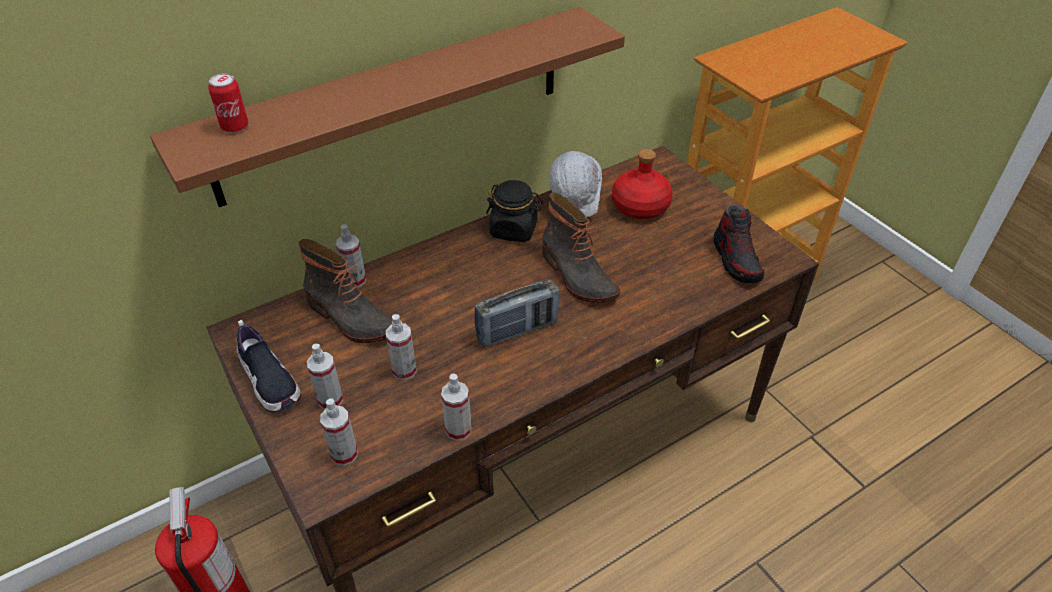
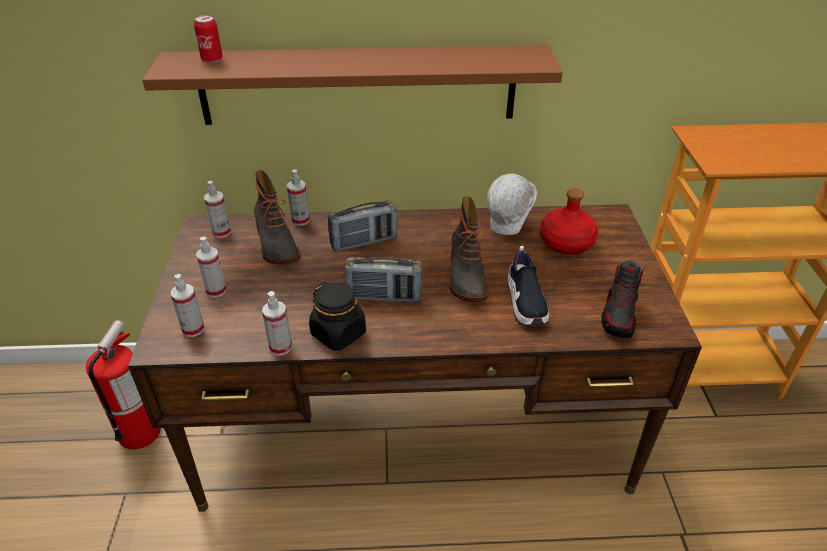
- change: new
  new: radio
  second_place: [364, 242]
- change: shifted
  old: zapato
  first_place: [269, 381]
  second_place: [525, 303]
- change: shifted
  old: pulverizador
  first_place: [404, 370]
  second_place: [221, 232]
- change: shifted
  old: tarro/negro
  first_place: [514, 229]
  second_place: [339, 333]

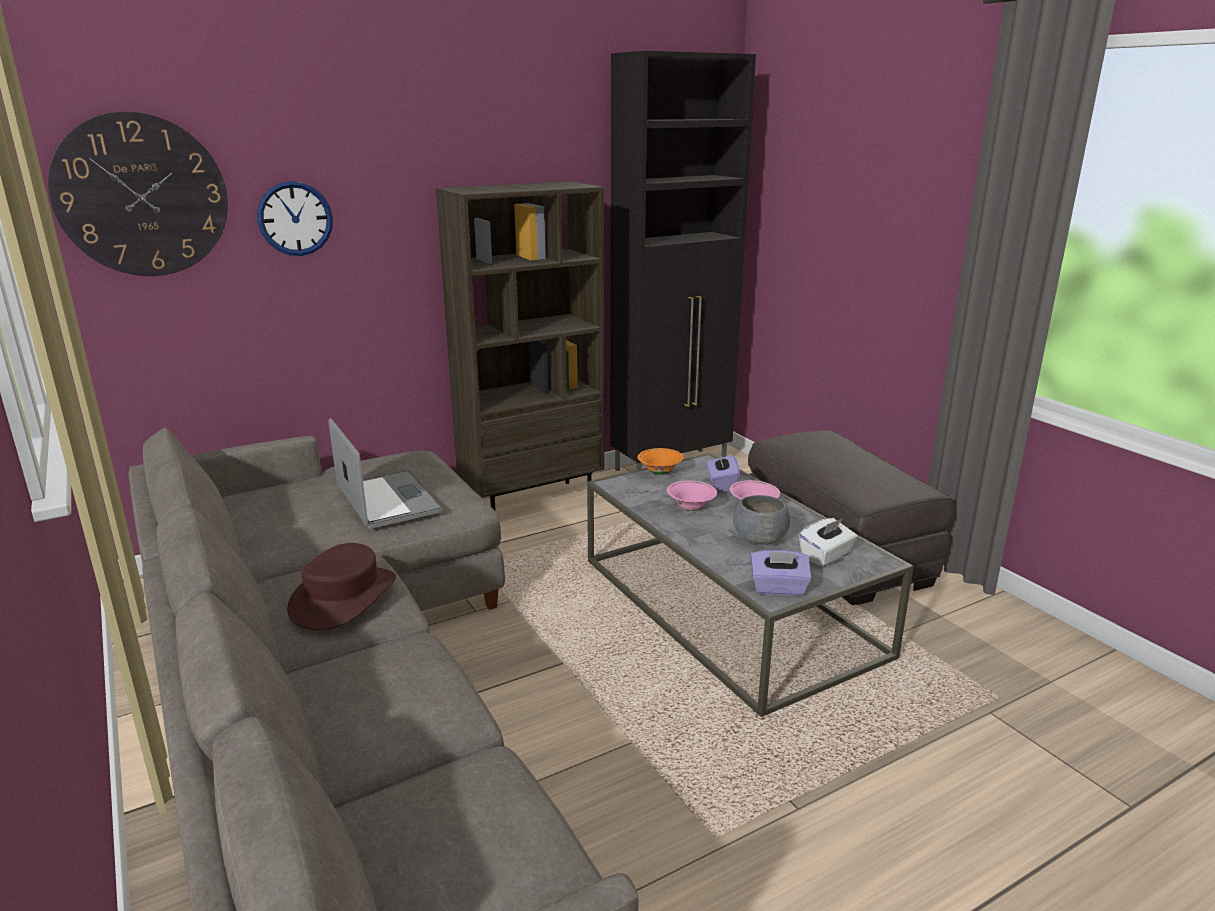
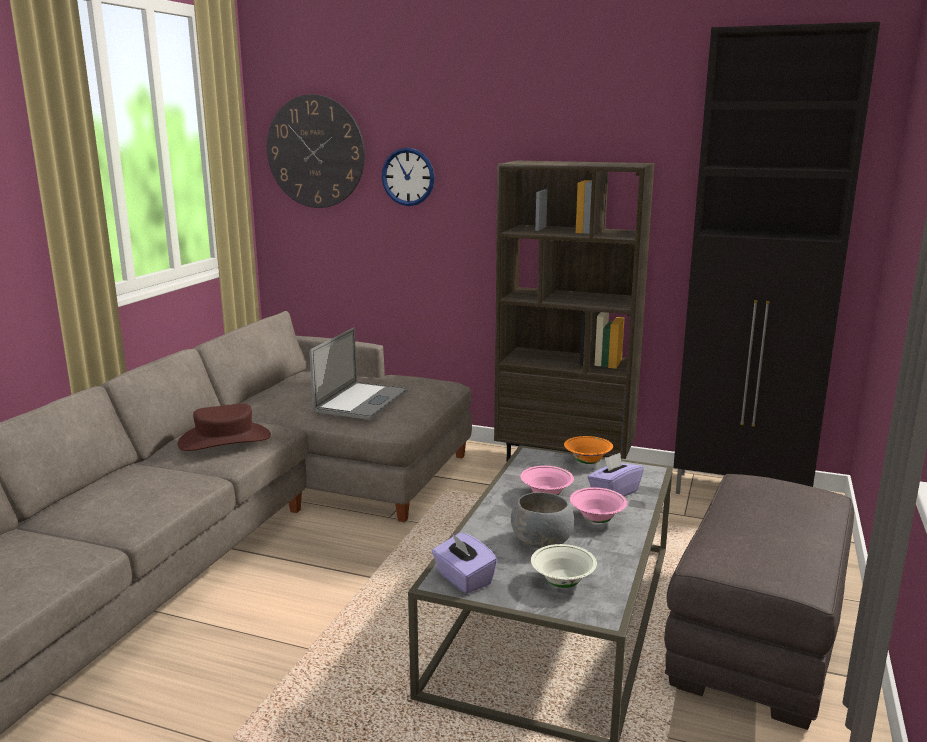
- change: swapped
  old: caja de pañuelos/blanco
  new: cuenco/blanco
  first_place: [826, 556]
  second_place: [562, 583]

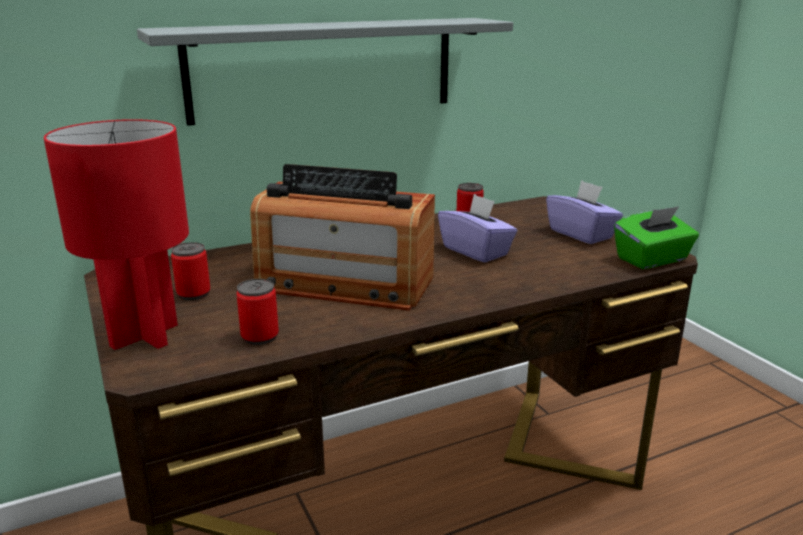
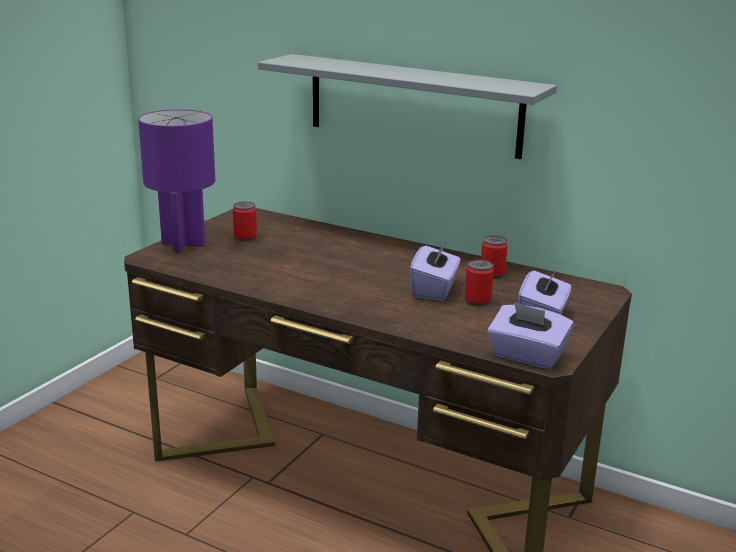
- change: gone
  old: radio
  first_place: [344, 284]
- change: shifted
  old: lata
  first_place: [260, 337]
  second_place: [477, 301]
- change: repainted
  old: lámpara de mesa/rojo
  new: lámpara de mesa/morado
  first_place: [143, 335]
  second_place: [183, 244]
- change: repainted
  old: caja de pañuelos/verde
  new: caja de pañuelos/morado
  first_place: [652, 260]
  second_place: [527, 356]

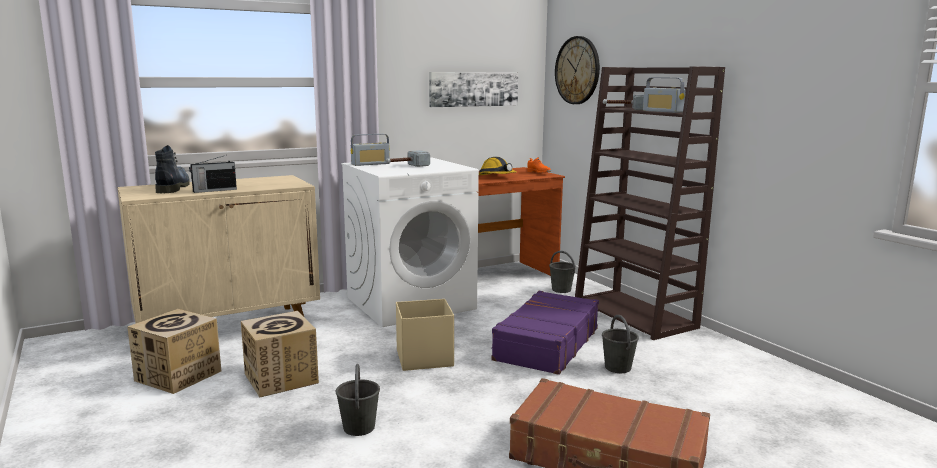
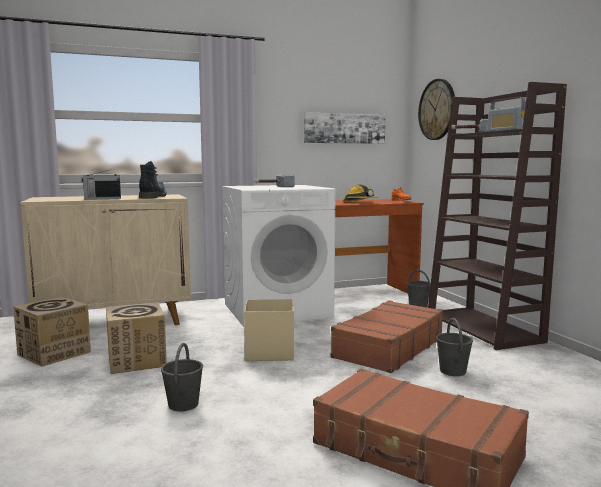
- change: gone
  old: radio
  first_place: [370, 164]
- change: shifted
  old: bota
  first_place: [173, 187]
  second_place: [153, 196]
- change: repainted
  old: maleta/morado
  new: maleta/marrón
  first_place: [546, 344]
  second_place: [388, 348]

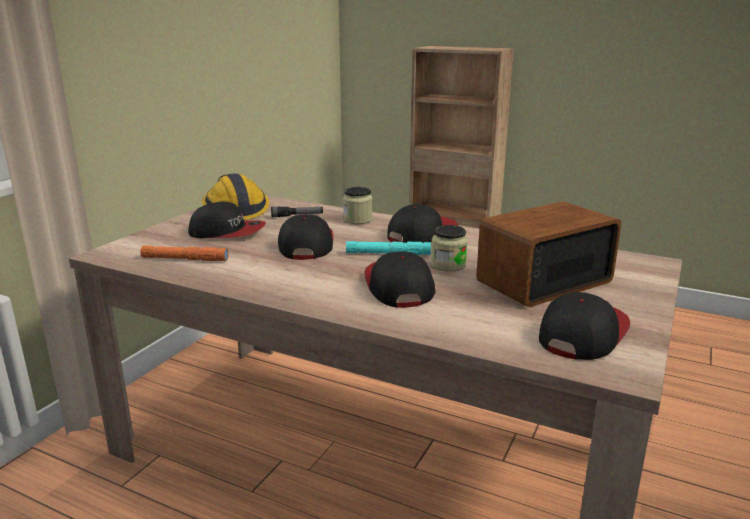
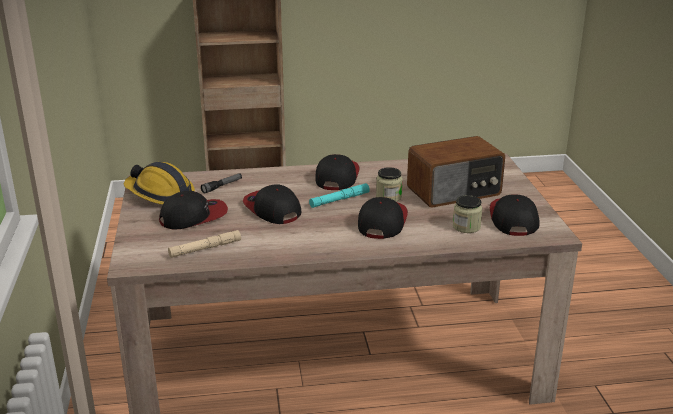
- change: shifted
  old: tarro
  first_place: [357, 220]
  second_place: [466, 227]
- change: repainted
  old: linterna/naranja
  new: linterna/beis
  first_place: [185, 259]
  second_place: [205, 248]
- change: rotated
  old: gorra
  first_place: [398, 286]
  second_place: [382, 222]
  degrees: 60
- change: rotated
  old: radio
  first_place: [542, 281]
  second_place: [455, 192]
  degrees: -135

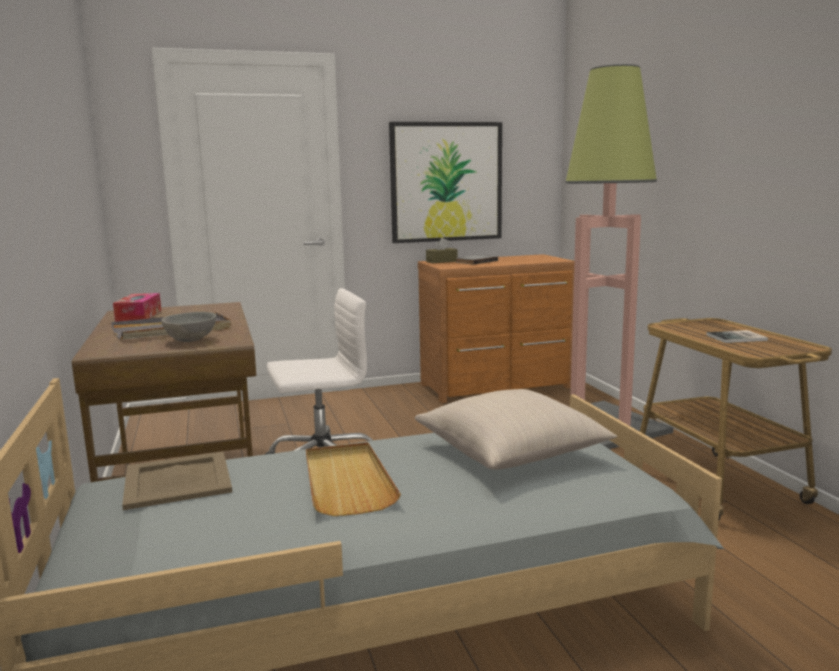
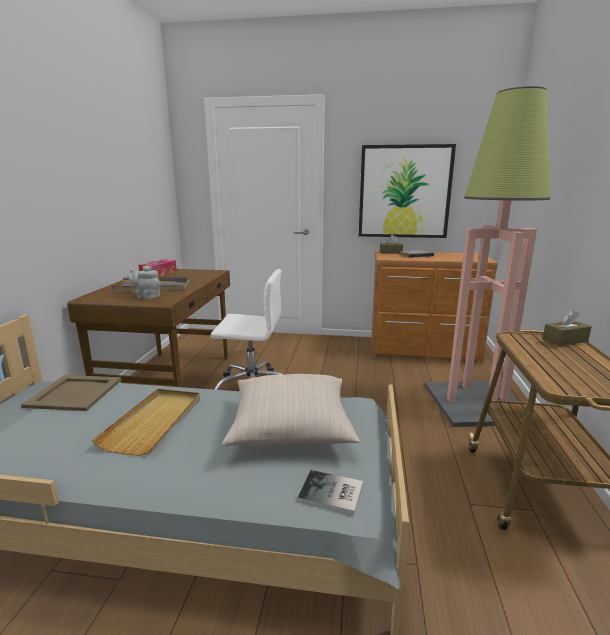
- change: new
  new: caja de pañuelos/marrón
  second_place: [565, 340]
- change: shifted
  old: libro
  first_place: [738, 338]
  second_place: [332, 493]
- change: swapped
  old: cuenco/gris
  new: tetera/gris
  first_place: [192, 340]
  second_place: [146, 297]

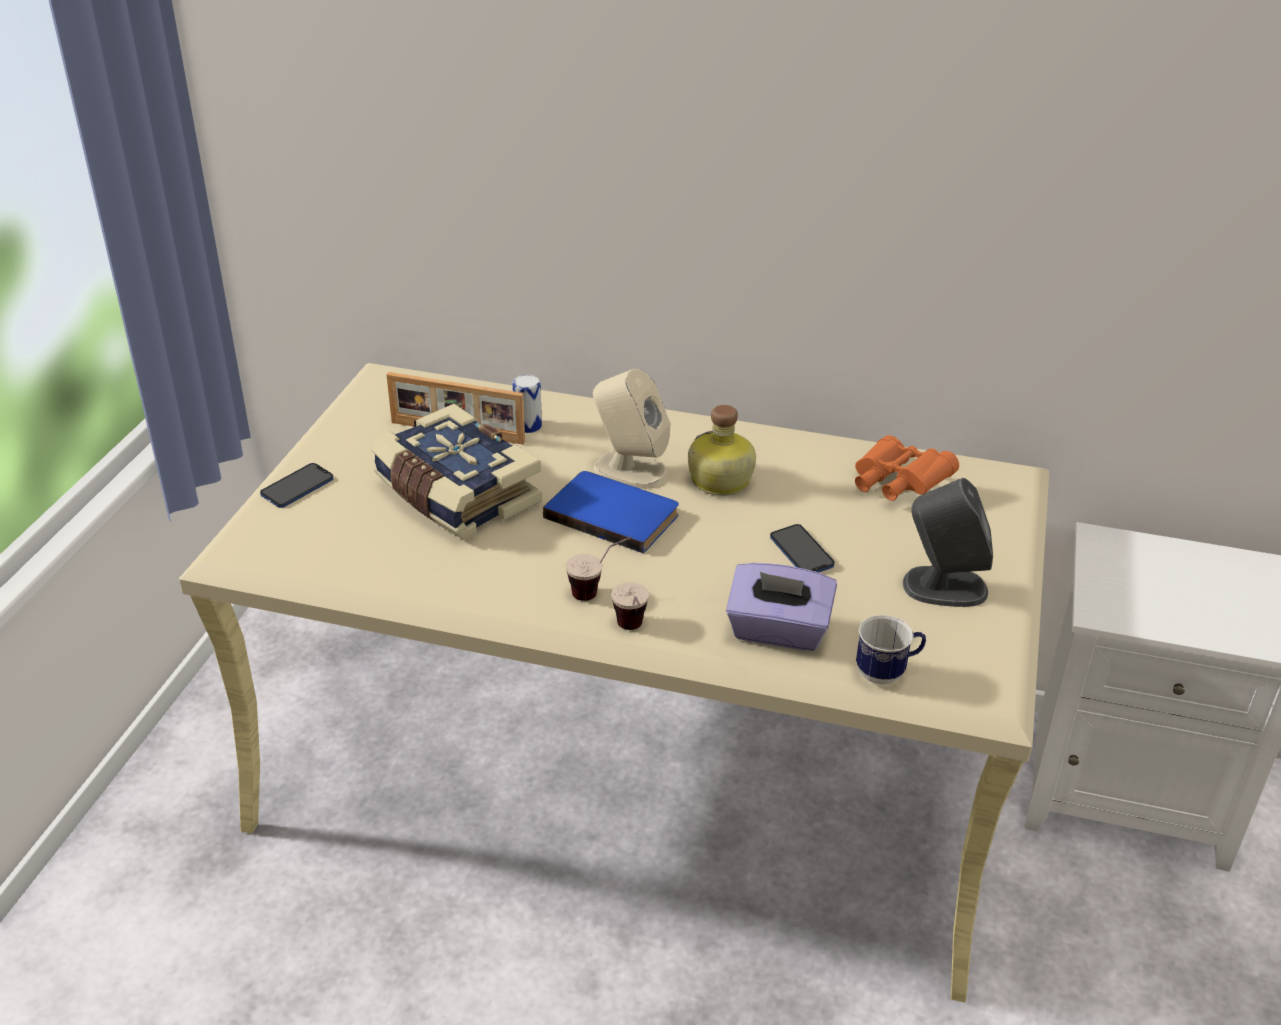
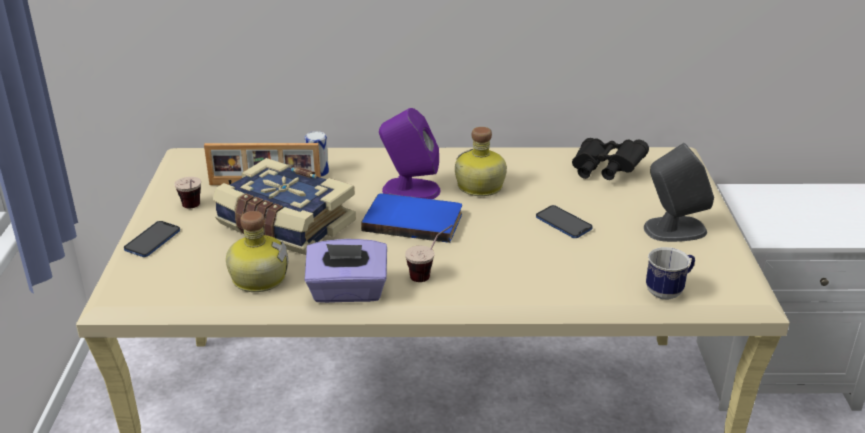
- change: new
  new: botella
  second_place: [258, 277]
- change: shifted
  old: taza
  first_place: [632, 632]
  second_place: [193, 209]
- change: shifted
  old: caja de pañuelos/morado
  first_place: [778, 632]
  second_place: [347, 292]
- change: repainted
  old: altavoz/beis
  new: altavoz/morado
  first_place: [629, 470]
  second_place: [410, 190]
- change: repainted
  old: prismáticos/naranja
  new: prismáticos/negro
  first_place: [896, 485]
  second_place: [604, 171]

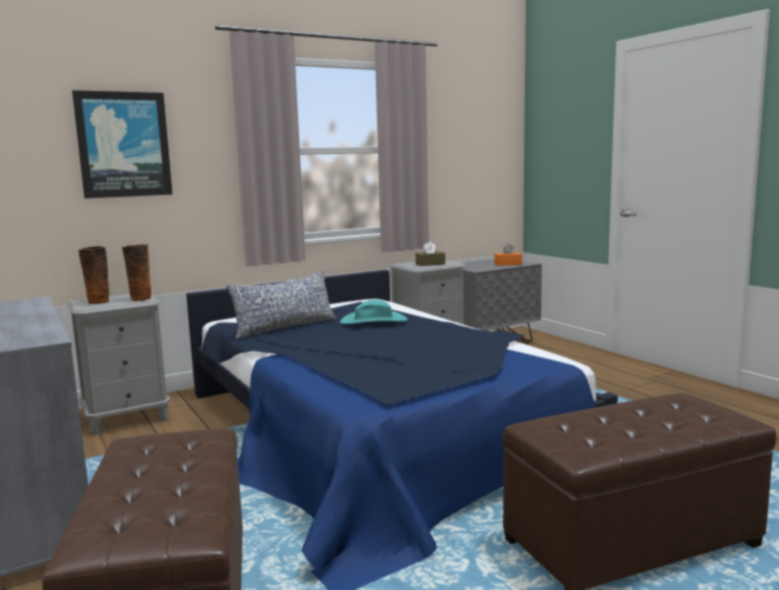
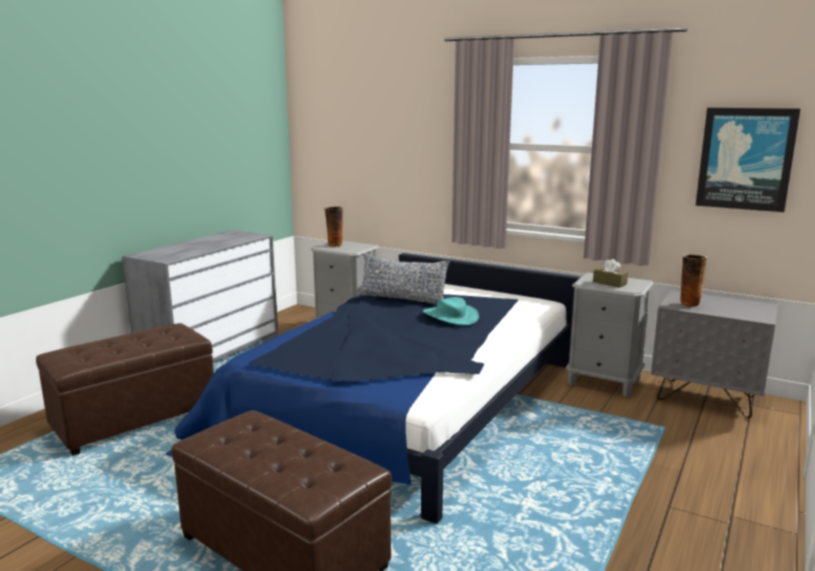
- change: gone
  old: caja de pañuelos/naranja
  first_place: [508, 264]
- change: shifted
  old: cuadro
  first_place: [123, 144]
  second_place: [745, 159]
- change: shifted
  old: florero
  first_place: [140, 299]
  second_place: [688, 304]

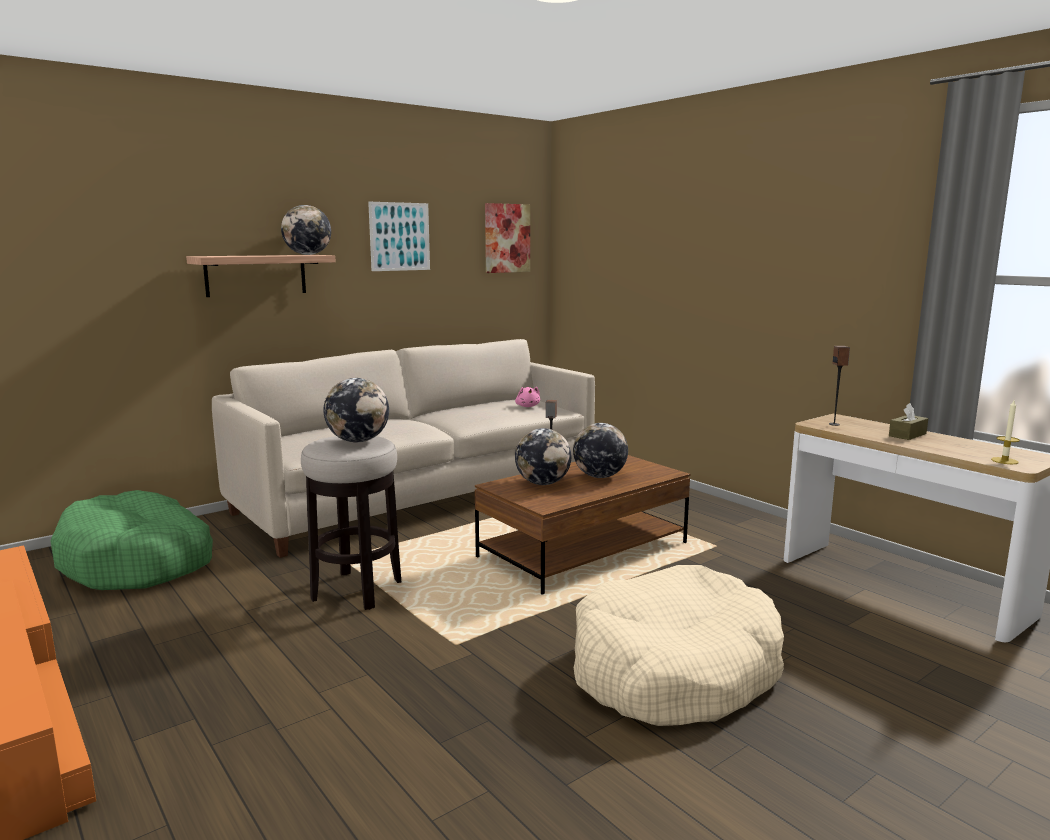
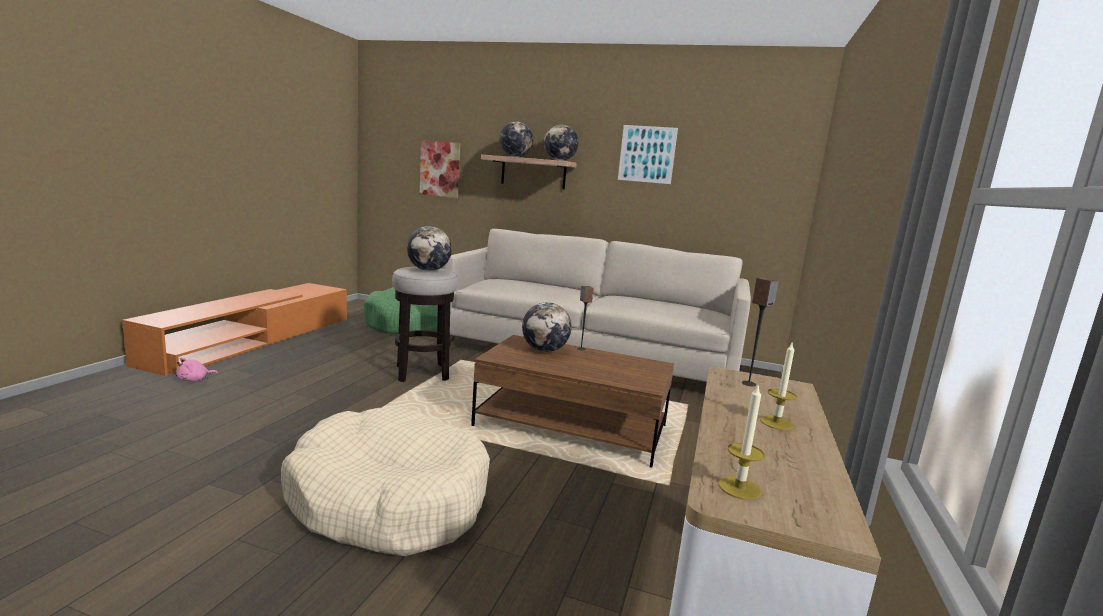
- change: shifted
  old: cuadro
  first_place: [507, 238]
  second_place: [440, 169]
- change: shifted
  old: peluche/rosa
  first_place: [527, 406]
  second_place: [194, 380]
- change: shifted
  old: globo terráqueo
  first_place: [599, 476]
  second_place: [515, 157]
- change: swapped
  old: caja de pañuelos/marrón
  new: vela
  first_place: [907, 435]
  second_place: [776, 423]

